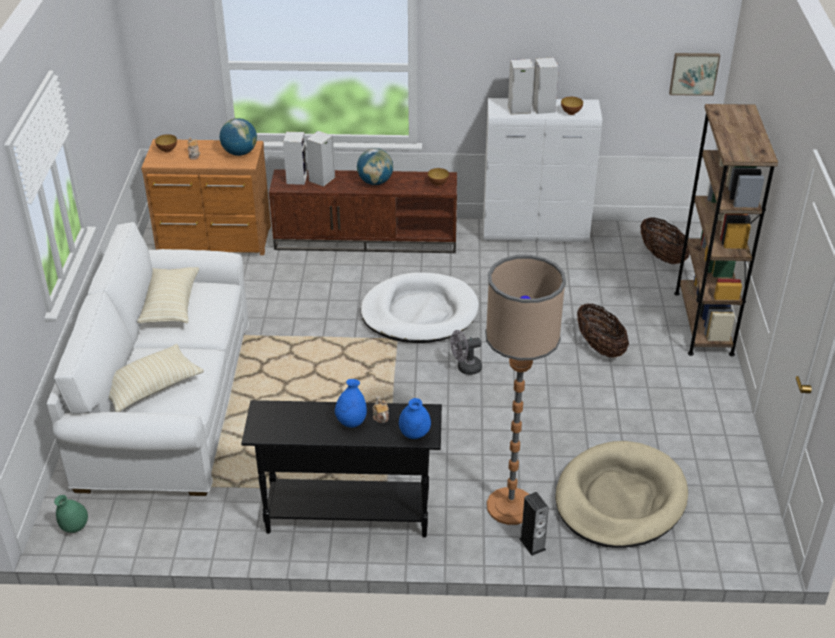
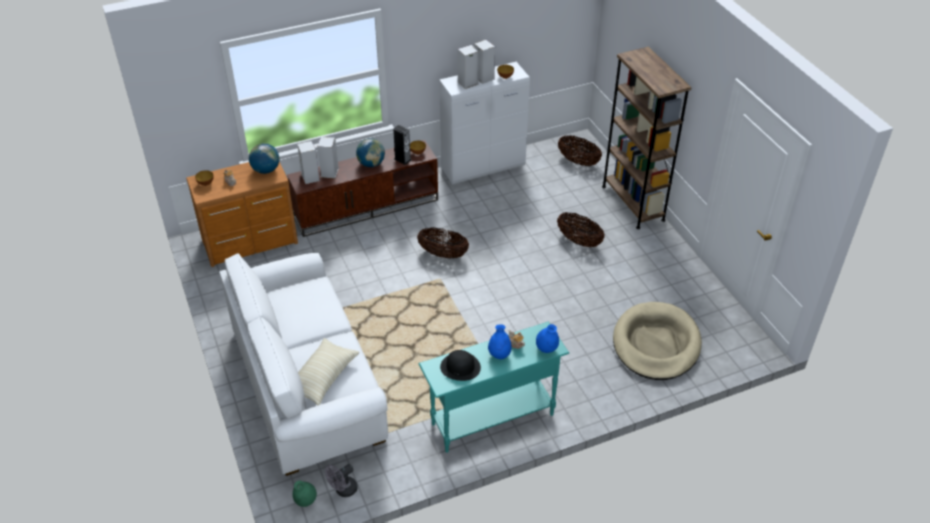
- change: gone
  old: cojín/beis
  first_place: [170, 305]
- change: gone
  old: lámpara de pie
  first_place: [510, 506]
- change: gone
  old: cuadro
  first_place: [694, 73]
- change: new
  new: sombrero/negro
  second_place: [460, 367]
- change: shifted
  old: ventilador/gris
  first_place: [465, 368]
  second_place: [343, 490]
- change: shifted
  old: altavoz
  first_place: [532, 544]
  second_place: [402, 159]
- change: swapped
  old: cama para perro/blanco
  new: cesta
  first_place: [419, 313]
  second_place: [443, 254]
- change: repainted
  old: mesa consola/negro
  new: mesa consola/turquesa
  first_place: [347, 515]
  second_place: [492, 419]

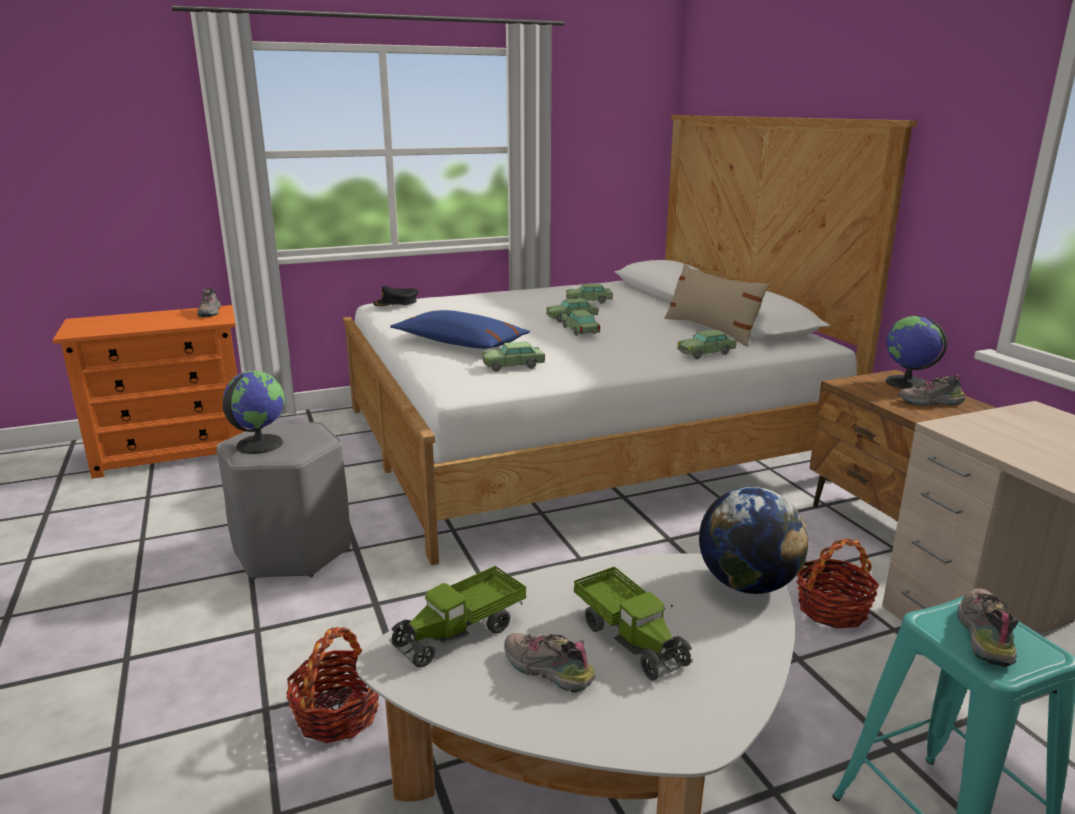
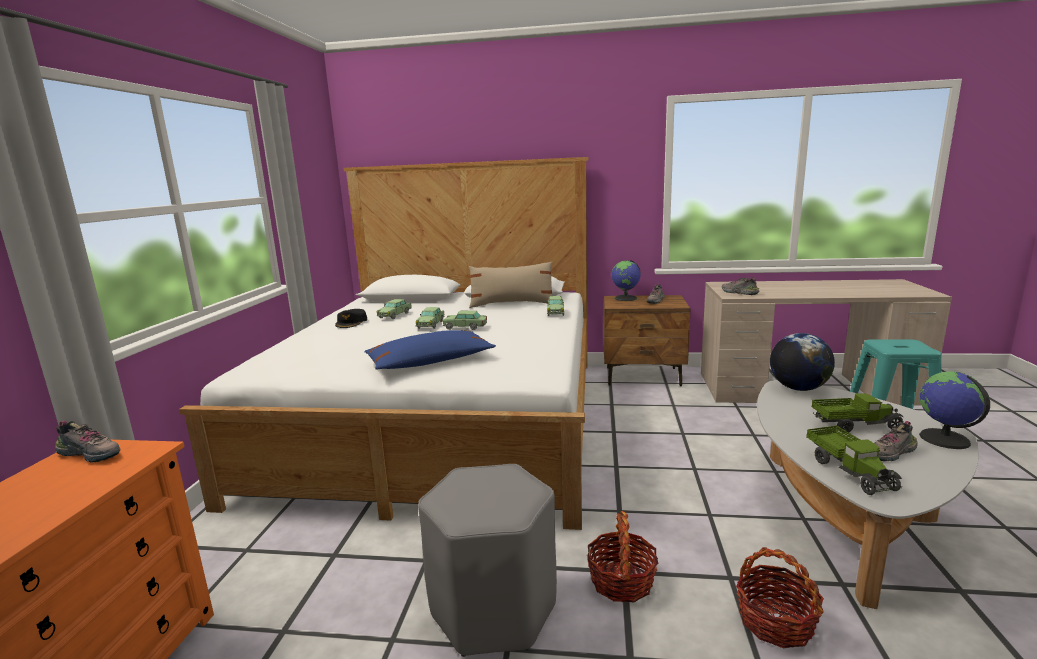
- change: gone
  old: coche de juguete
  first_place: [513, 366]
- change: shifted
  old: globo terráqueo
  first_place: [259, 444]
  second_place: [944, 439]
- change: shifted
  old: gorra/negro
  first_place: [396, 302]
  second_place: [351, 322]
- change: shifted
  old: cesta
  first_place: [832, 609]
  second_place: [621, 581]
- change: shifted
  old: zapato
  first_place: [982, 634]
  second_place: [738, 293]

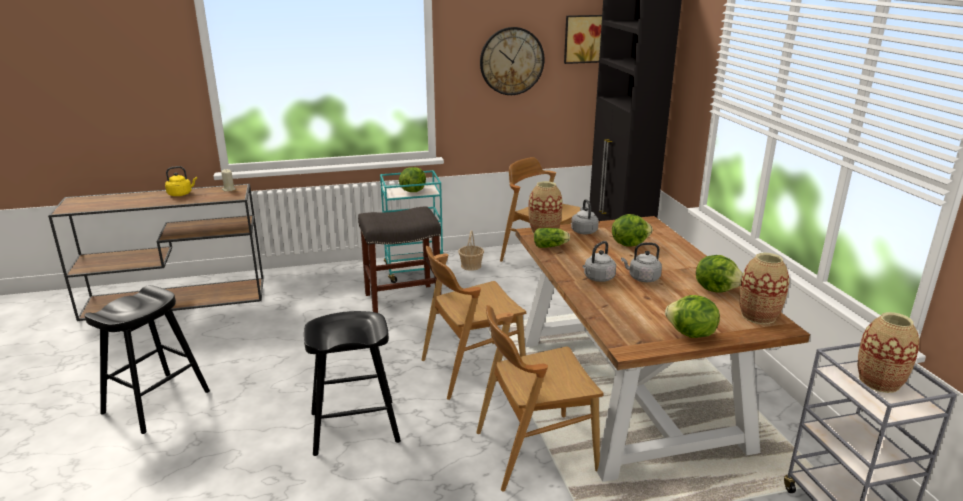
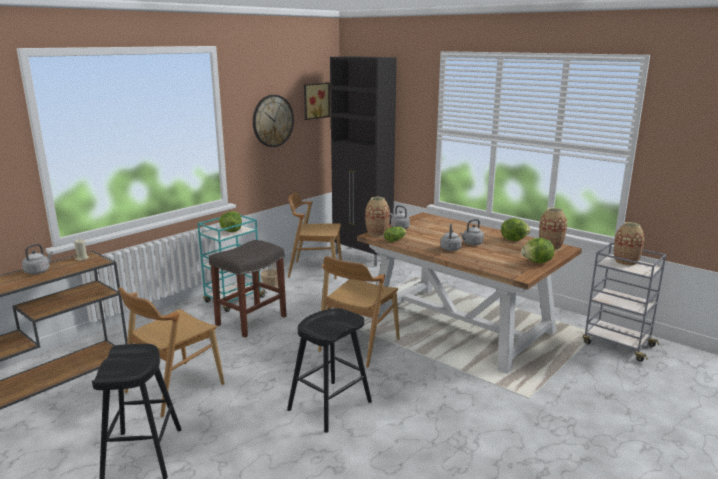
- change: gone
  old: lechuga
  first_place: [629, 244]
- change: shifted
  old: silla/marrón
  first_place: [534, 451]
  second_place: [174, 388]
- change: repainted
  old: hervidor/amarillo
  new: hervidor/gris
  first_place: [181, 194]
  second_place: [38, 271]

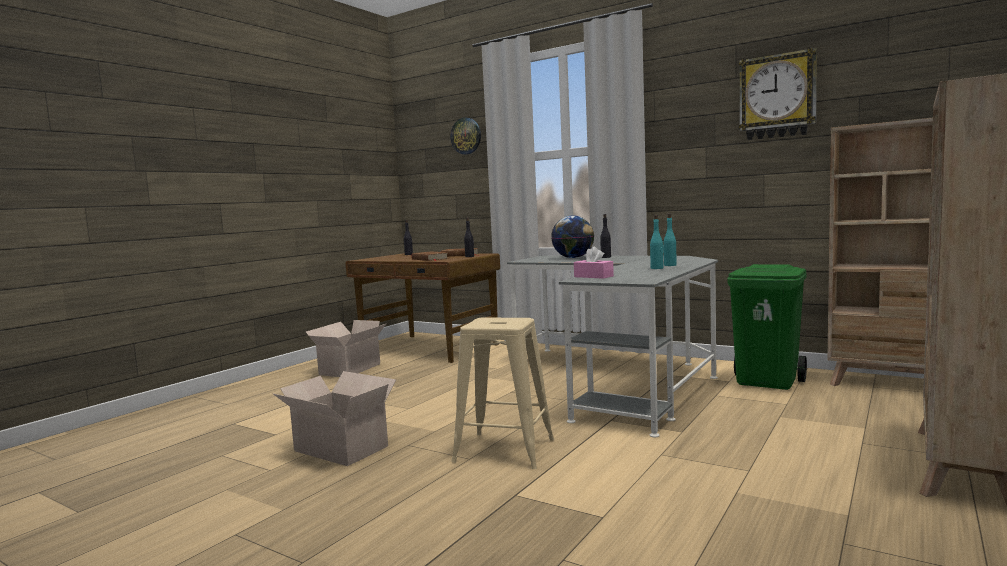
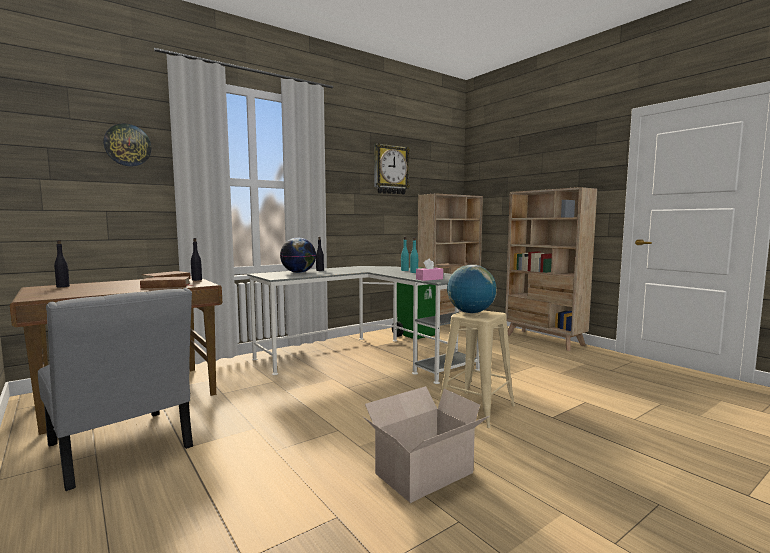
- change: new
  new: globo terráqueo
  second_place: [471, 313]
- change: swapped
  old: caja de cartón
  new: silla/gris
  first_place: [348, 370]
  second_place: [121, 450]

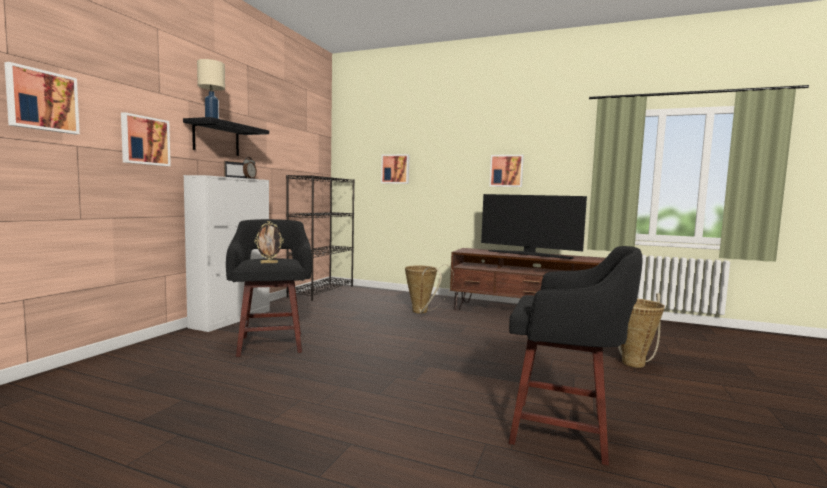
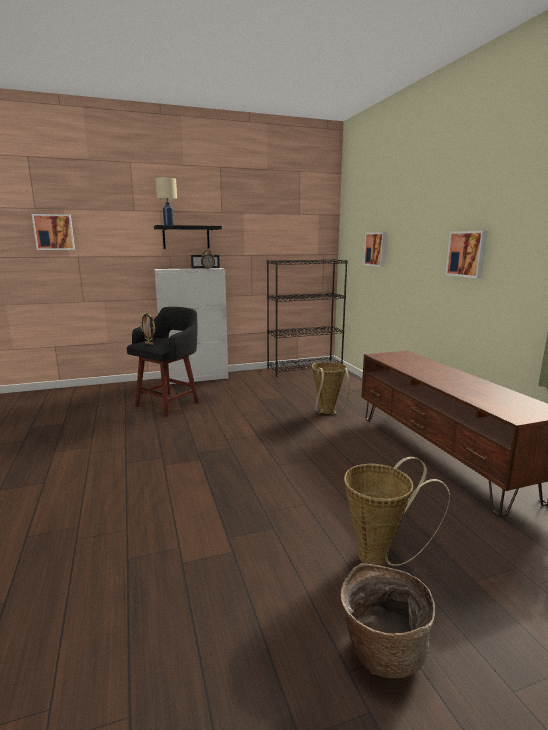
- change: gone
  old: cuadro
  first_place: [144, 140]
- change: gone
  old: televisor
  first_place: [529, 255]
- change: gone
  old: taburete/negro
  first_place: [563, 431]
- change: new
  new: cesta
  second_place: [381, 649]

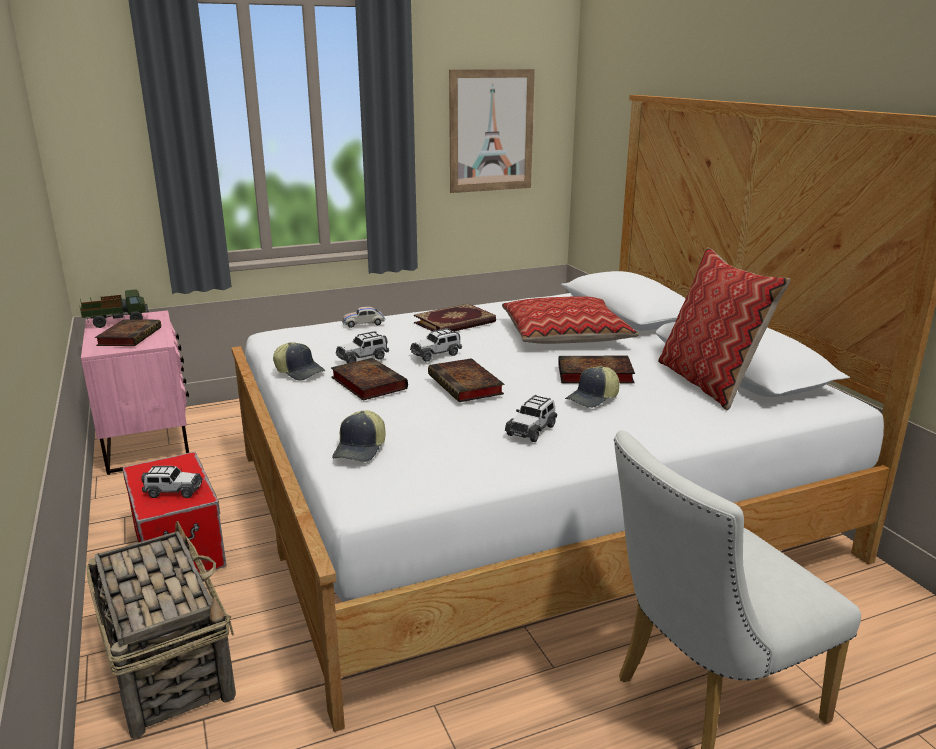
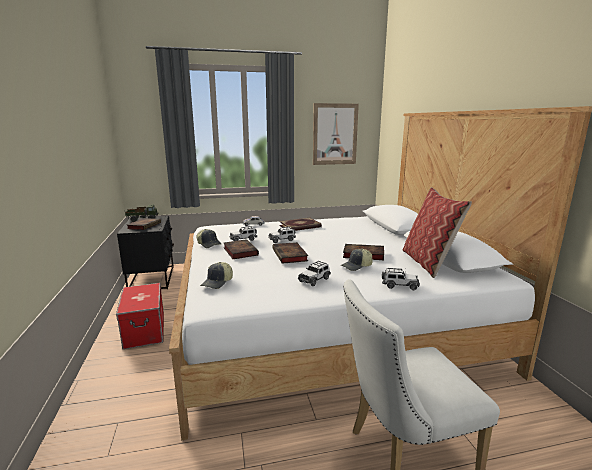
- change: gone
  old: cesta
  first_place: [167, 665]
- change: gone
  old: cojín
  first_place: [565, 335]
- change: shifted
  old: coche de juguete
  first_place: [173, 491]
  second_place: [399, 285]
- change: repainted
  old: mesita de noche/rosa
  new: mesita de noche/negro
  first_place: [149, 441]
  second_place: [153, 278]

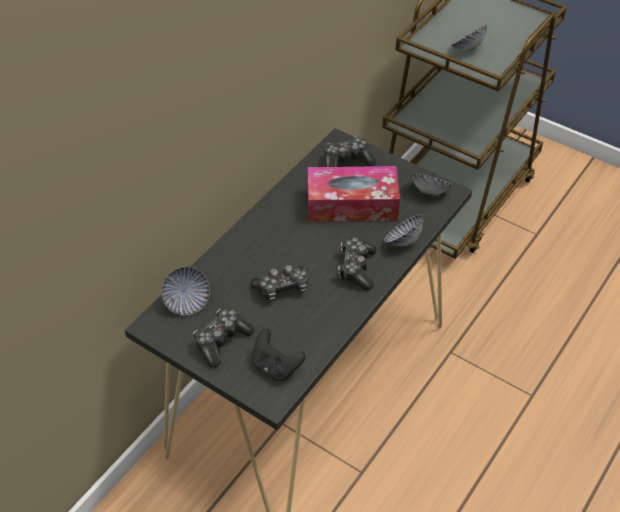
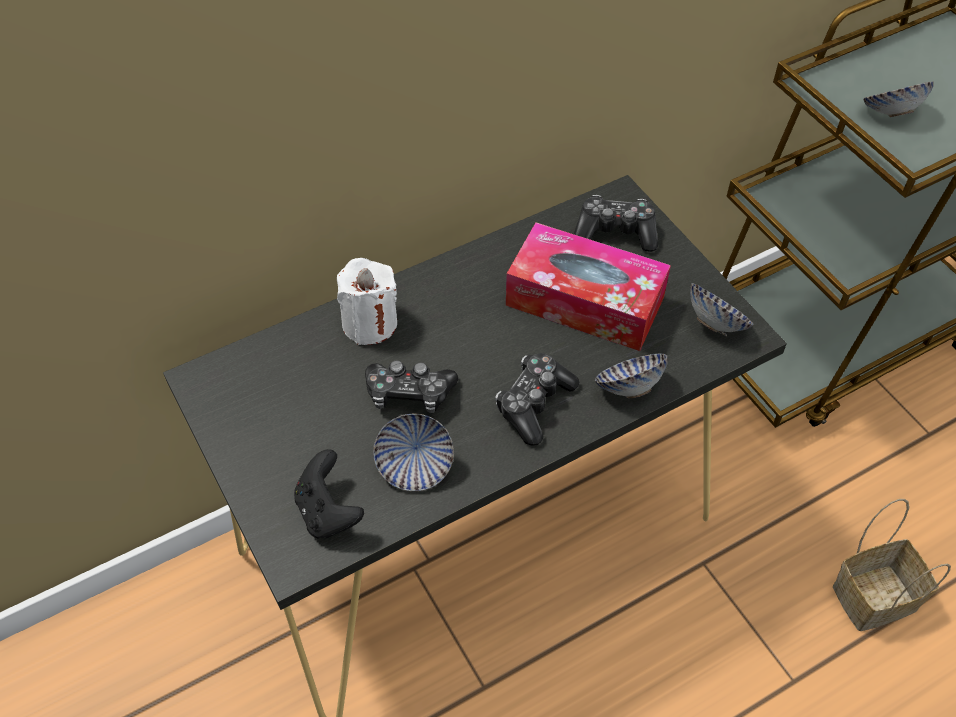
- change: gone
  old: mando de consola
  first_place: [221, 341]
- change: new
  new: vela/blanco
  second_place: [370, 323]
- change: new
  new: cesta
  second_place: [876, 595]
- change: shifted
  old: cuenco
  first_place: [187, 302]
  second_place: [415, 467]

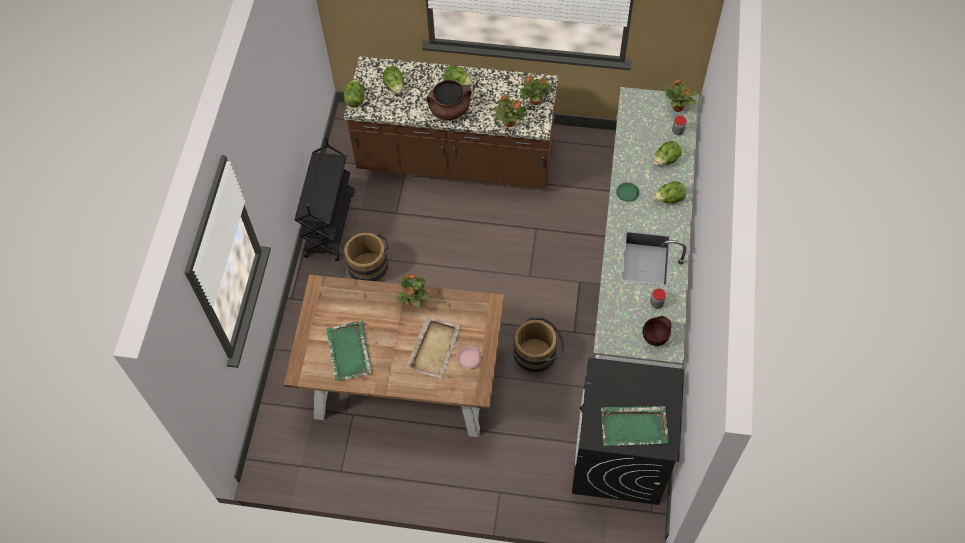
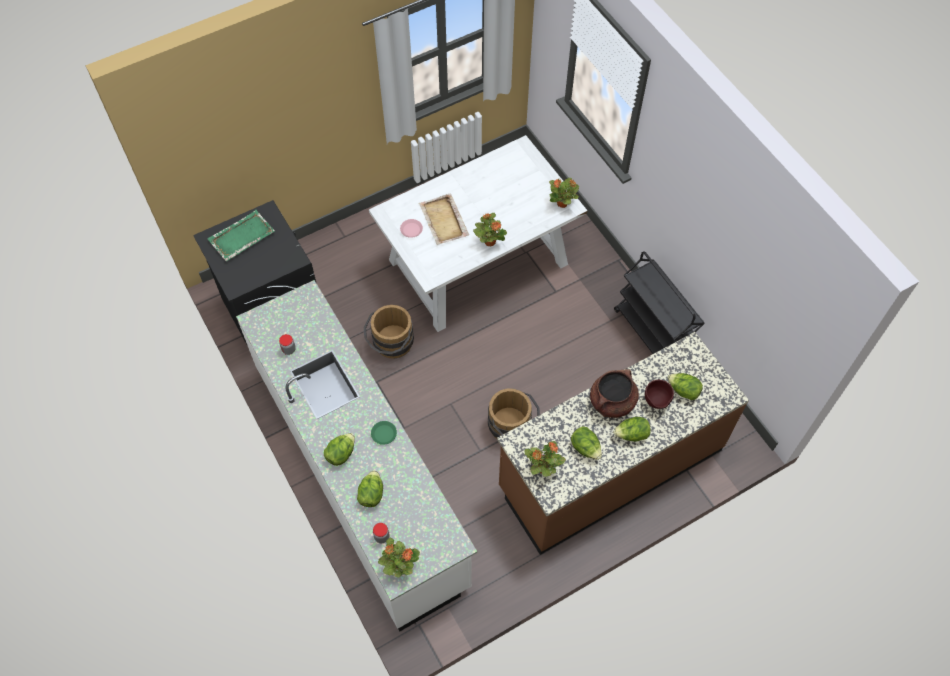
- change: gone
  old: bandeja/verde
  first_place: [349, 352]
- change: shifted
  old: cubo/marrón
  first_place: [368, 265]
  second_place: [512, 428]
- change: shifted
  old: lechuga
  first_place: [355, 99]
  second_place: [585, 448]
- change: shifted
  old: planta en maceta
  first_place: [509, 122]
  second_place: [562, 203]
- change: shifted
  old: cuenco/marrón
  first_place: [655, 337]
  second_place: [656, 402]
- change: repainted
  old: mesa de comedor/marrón
  new: mesa de comedor/blanco
  first_place: [405, 378]
  second_place: [477, 262]

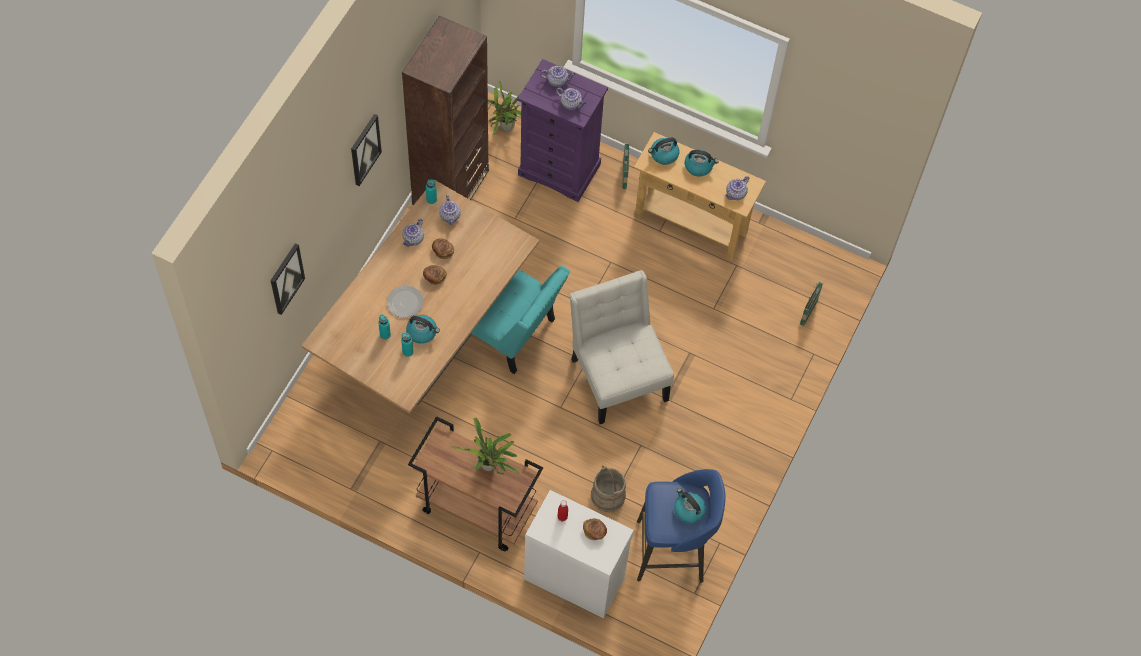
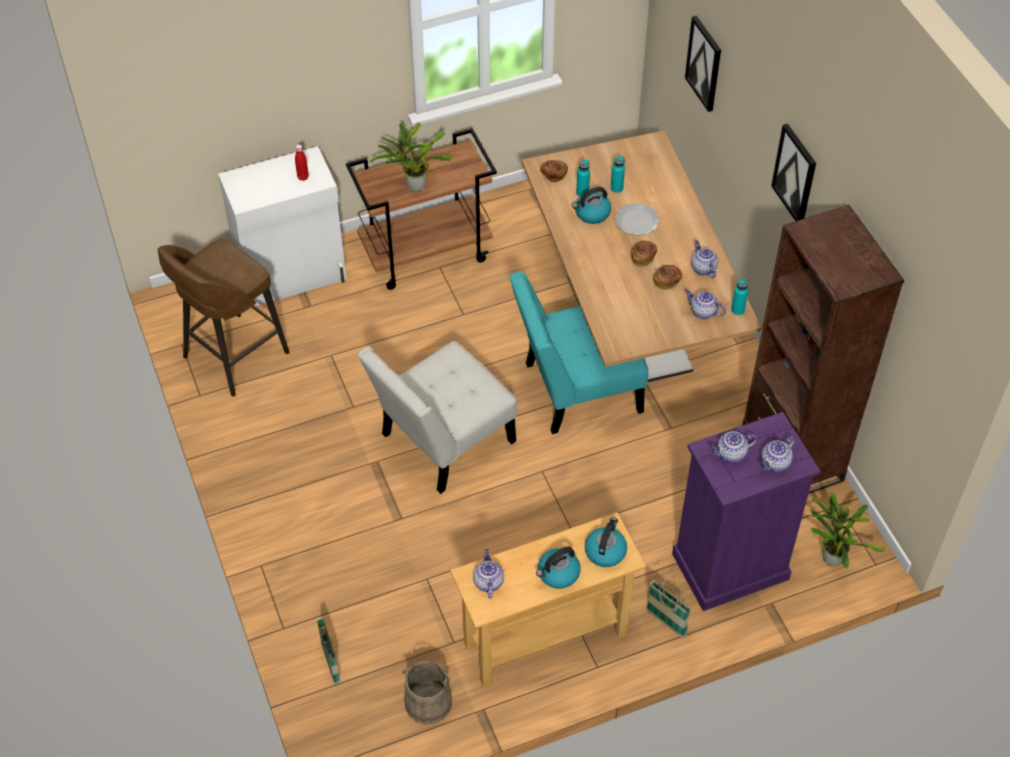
- change: gone
  old: hervidor
  first_place: [688, 510]
- change: shifted
  old: pan
  first_place: [594, 532]
  second_place: [553, 175]
- change: shifted
  old: cubo/beis
  first_place: [608, 496]
  second_place: [428, 702]
- change: repainted
  old: taburete/azul
  new: taburete/marrón
  first_place: [673, 551]
  second_place: [233, 356]
- change: rotated
  old: silla/blanco
  first_place: [617, 374]
  second_place: [442, 442]
  degrees: 120

